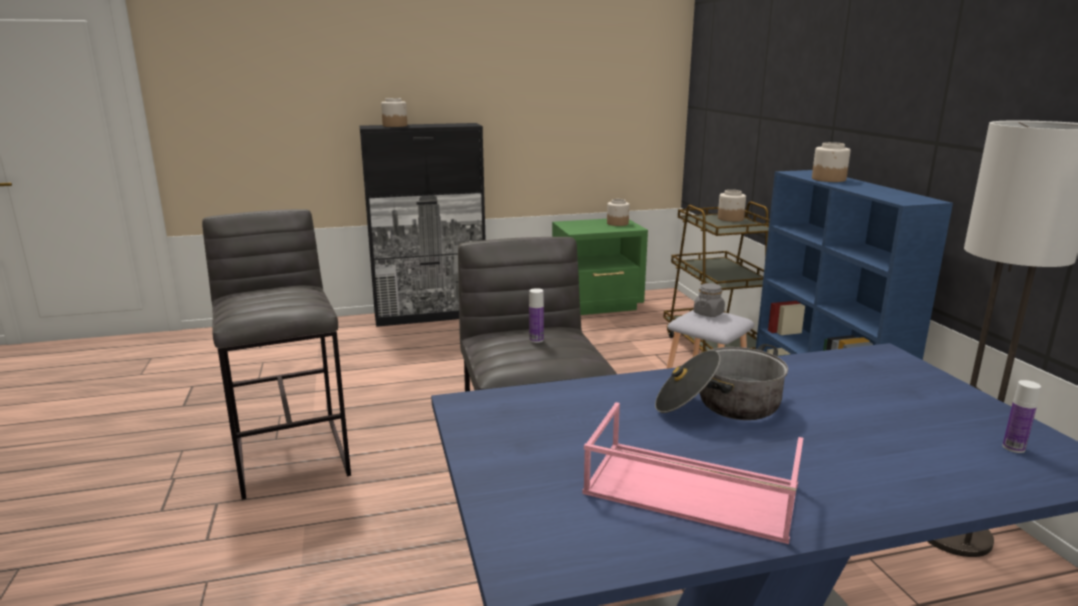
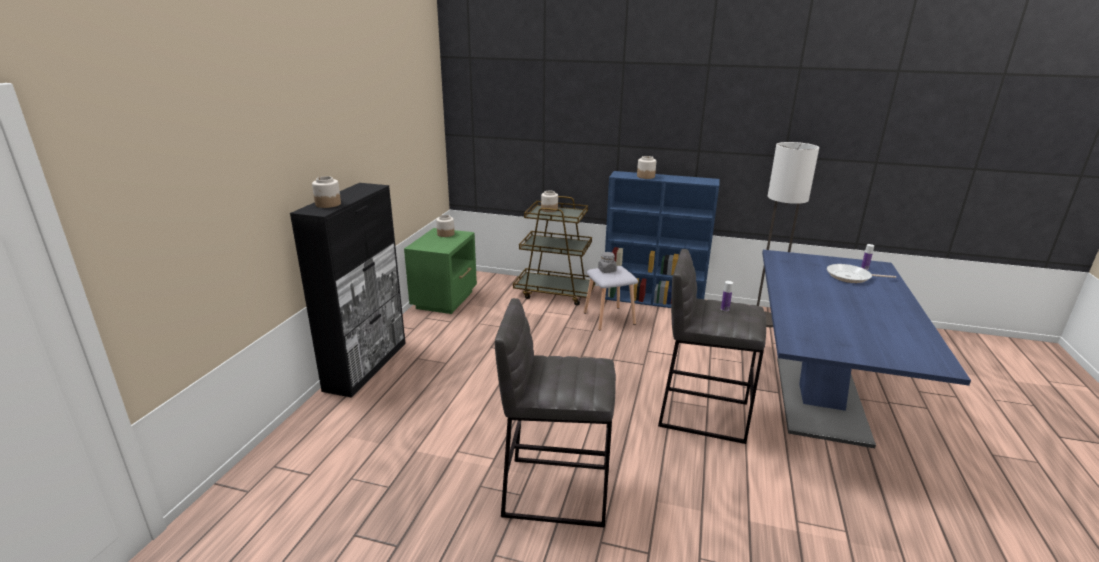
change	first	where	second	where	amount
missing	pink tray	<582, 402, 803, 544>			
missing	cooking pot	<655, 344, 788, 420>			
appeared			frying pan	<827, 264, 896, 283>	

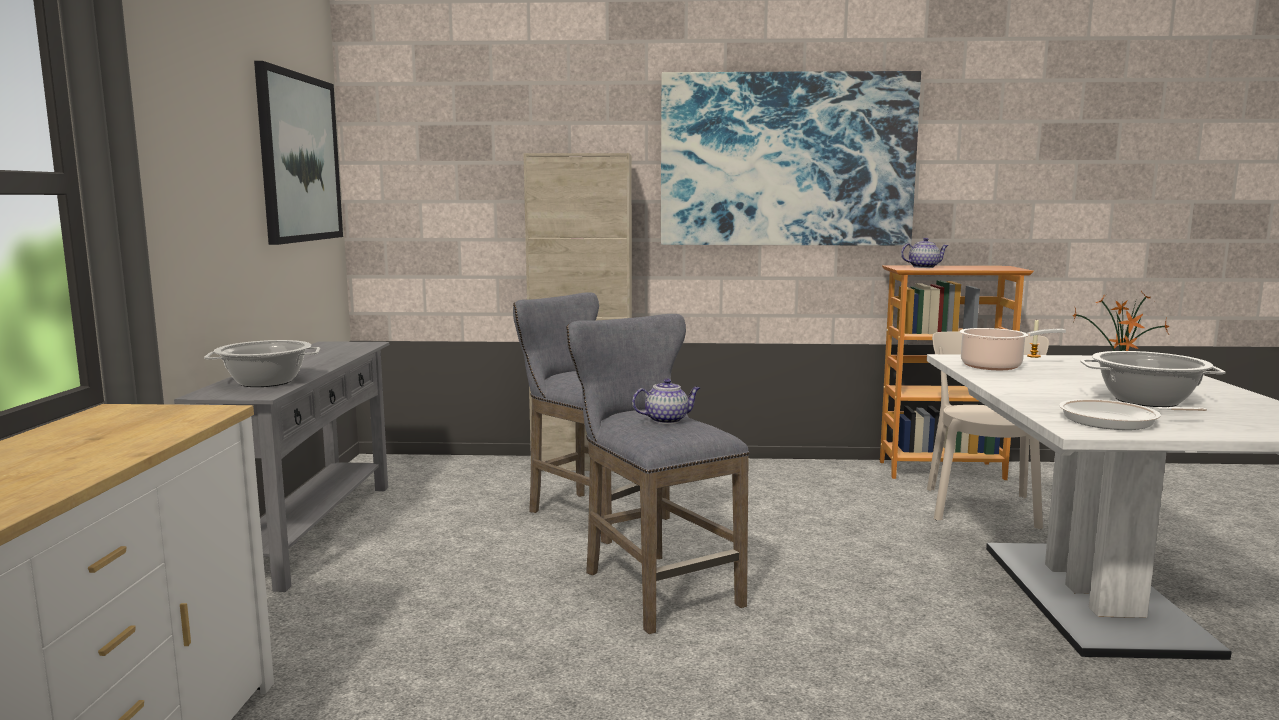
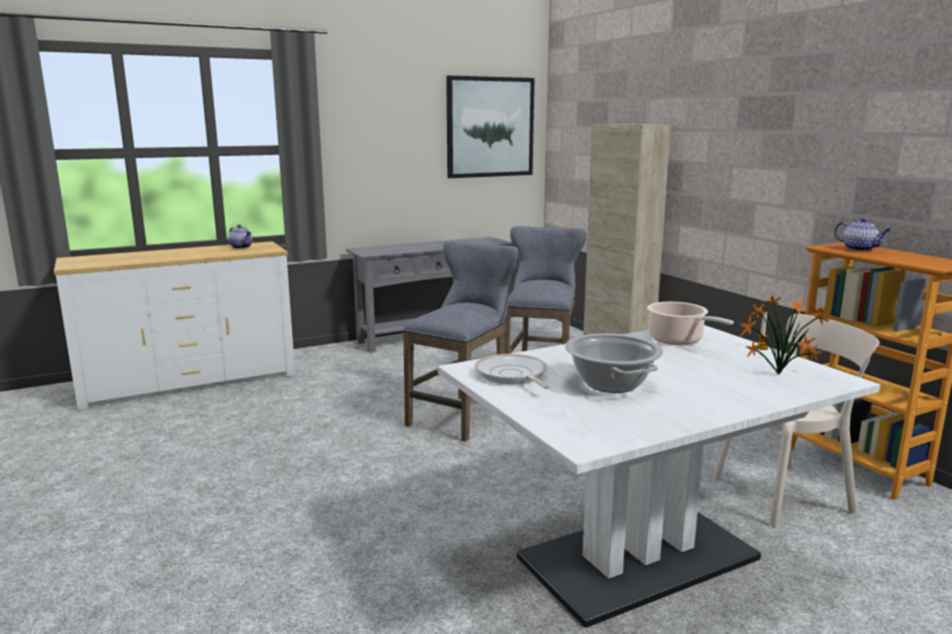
change	first	where	second	where	amount
missing	cooking pot	<204, 340, 320, 387>			
missing	picture	<661, 71, 921, 245>			
relocated	teapot	<632, 378, 700, 424>		<228, 225, 253, 249>	

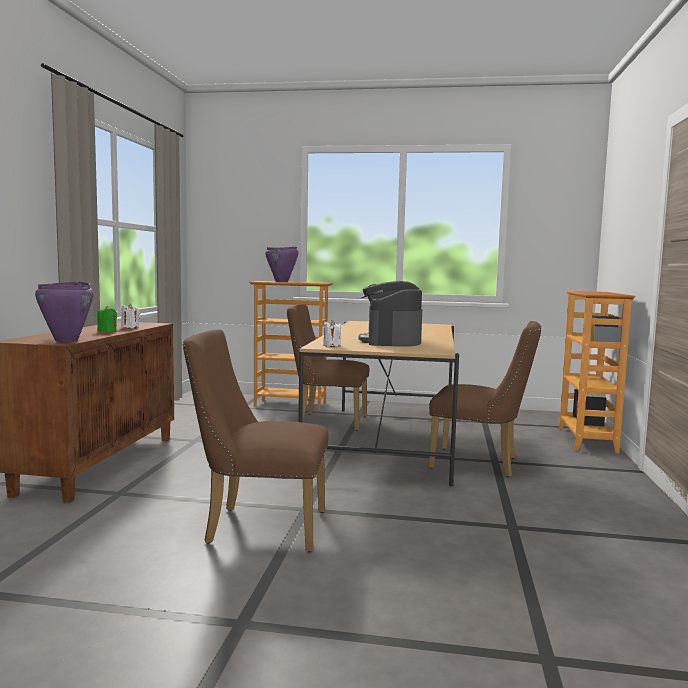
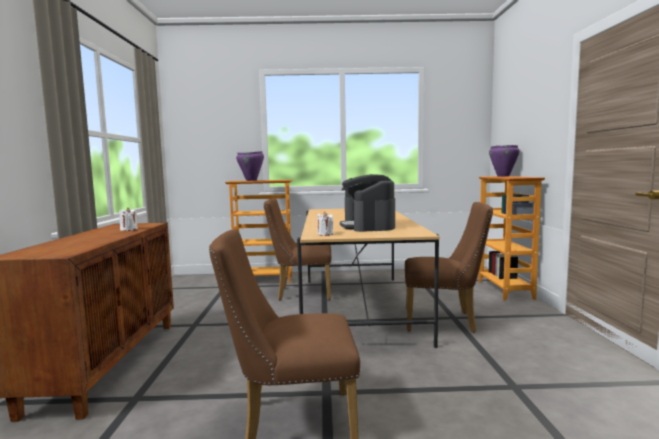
change	first	where	second	where	amount
missing	green candle	<97, 306, 117, 332>			
relocated	purple cooking pot	<35, 281, 93, 342>		<489, 145, 520, 176>	

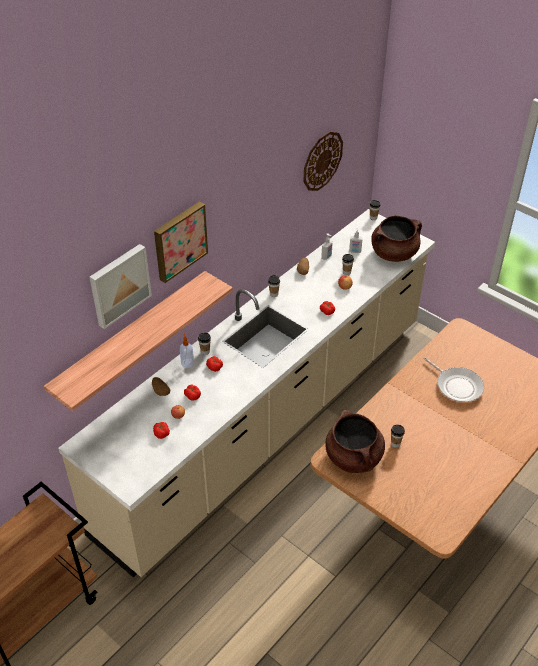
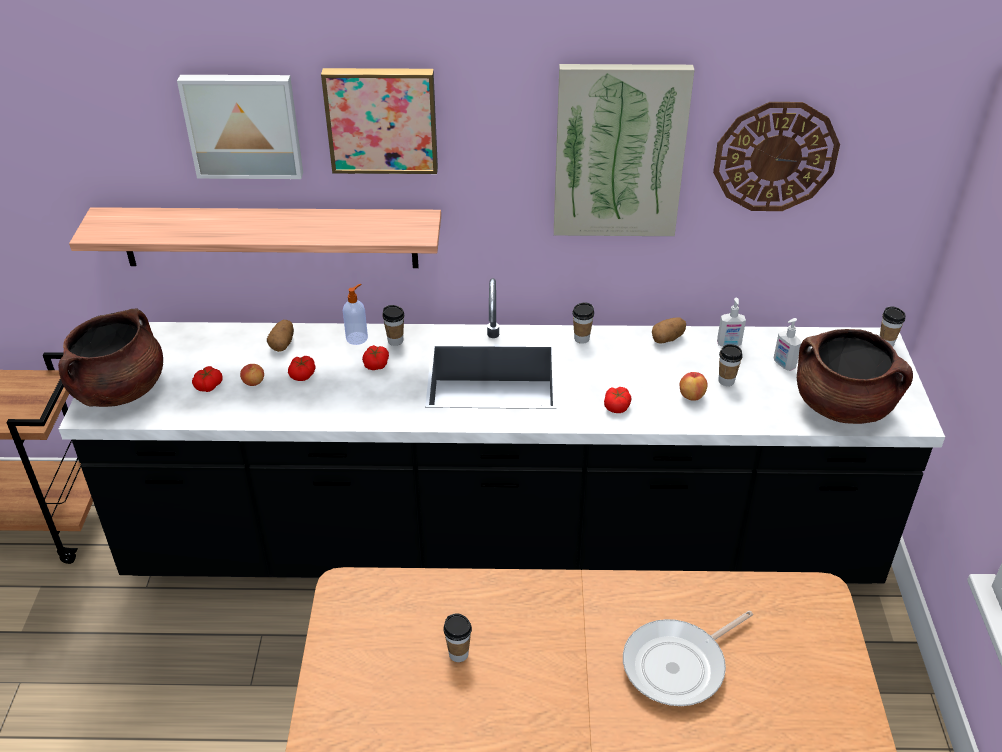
change	first	where	second	where	amount
appeared			picture	<554, 64, 694, 236>	
relocated	brown cooking pot	<325, 410, 385, 473>		<58, 309, 163, 407>	
colour	beige counter	<58, 209, 435, 578>	black counter	<59, 278, 945, 584>	
spun	frying pan	<424, 357, 484, 402>		<623, 610, 753, 706>	45 degrees clockwise

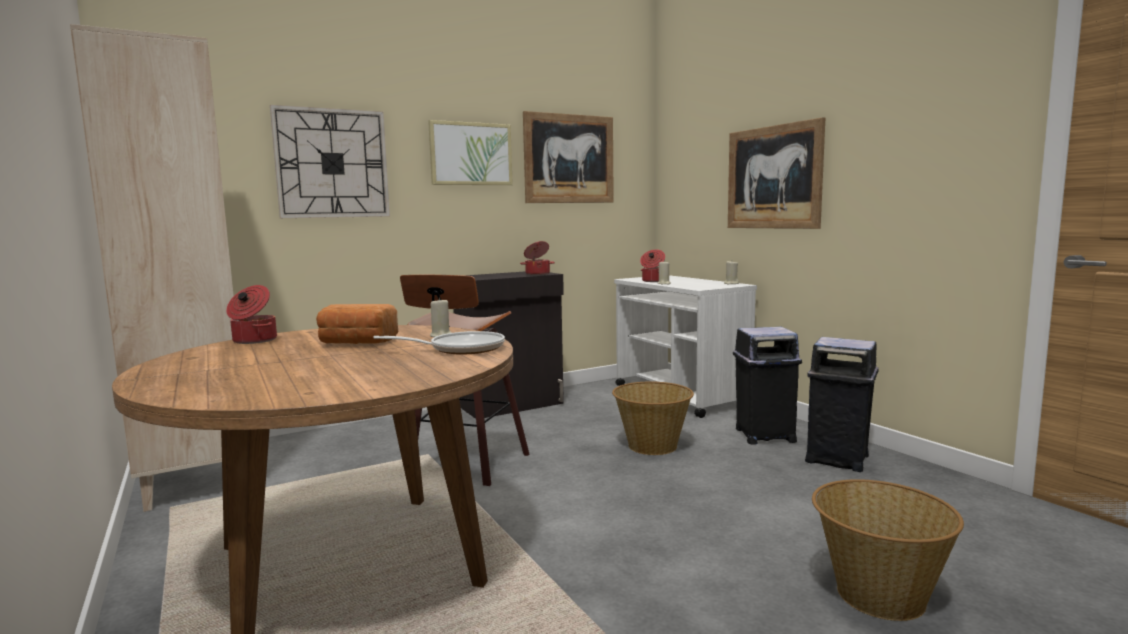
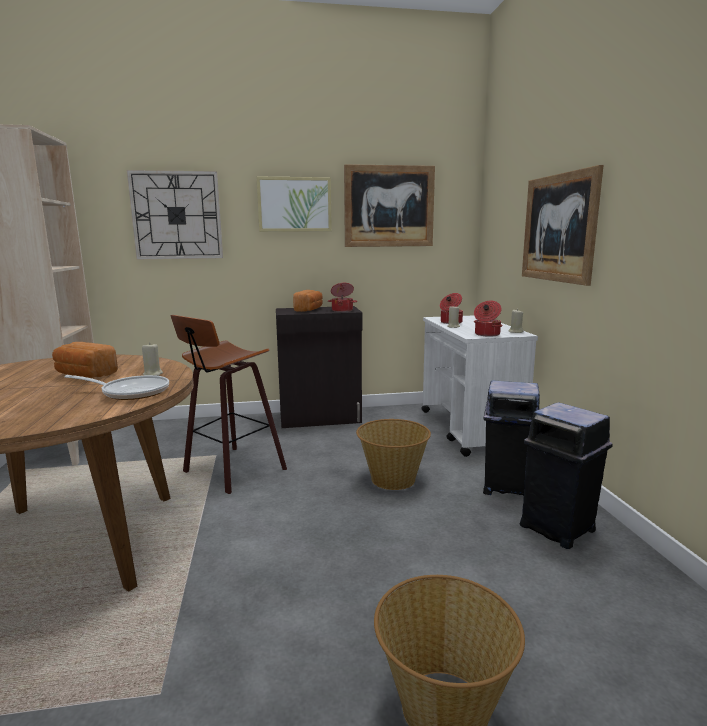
change	first	where	second	where	amount
appeared			bread	<293, 290, 323, 312>	
relocated	cooking pot	<226, 285, 277, 344>		<474, 301, 503, 337>	

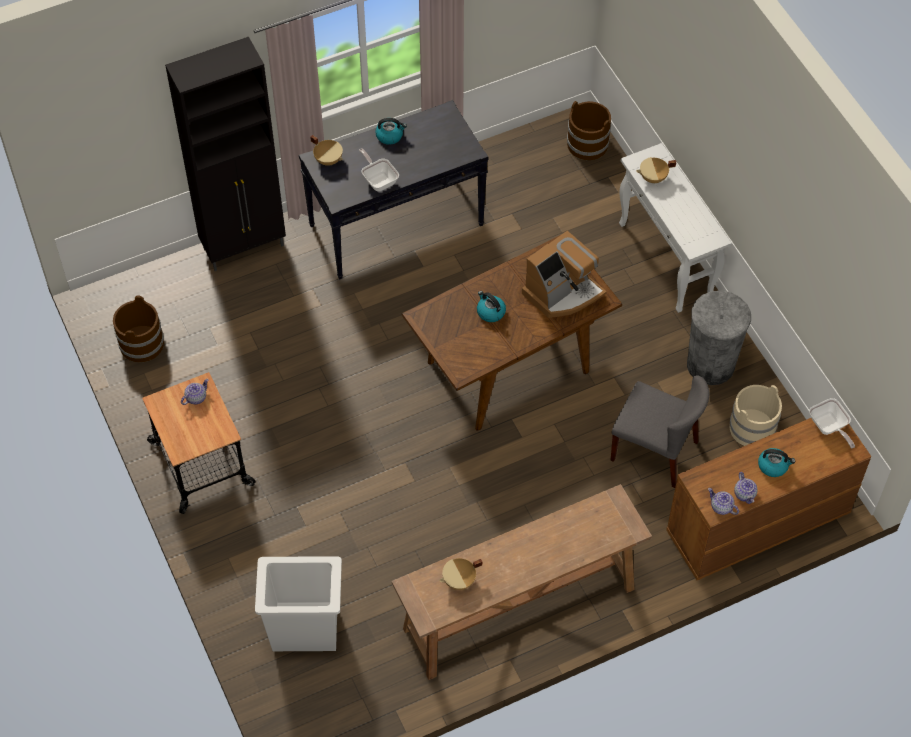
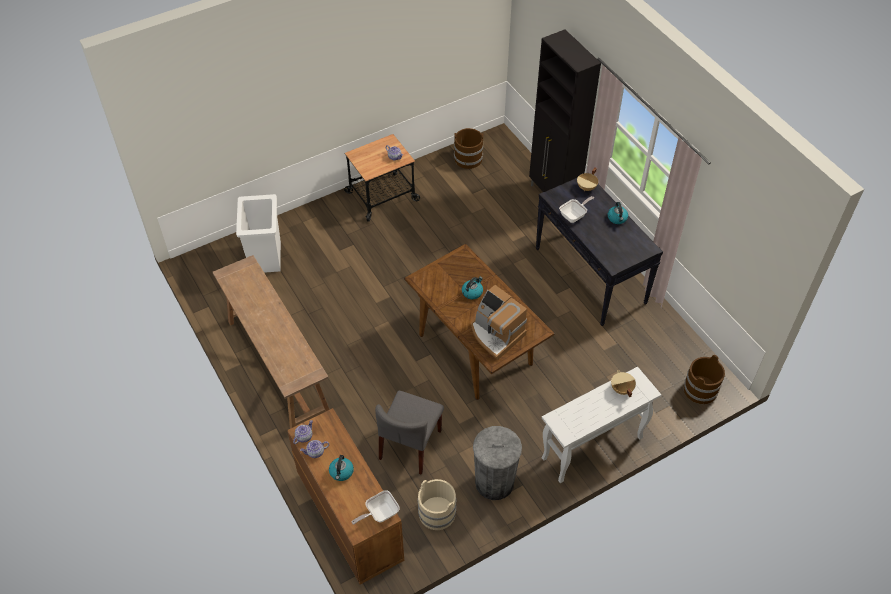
change	first	where	second	where	amount
missing	beige cooking pot	<440, 558, 482, 590>			

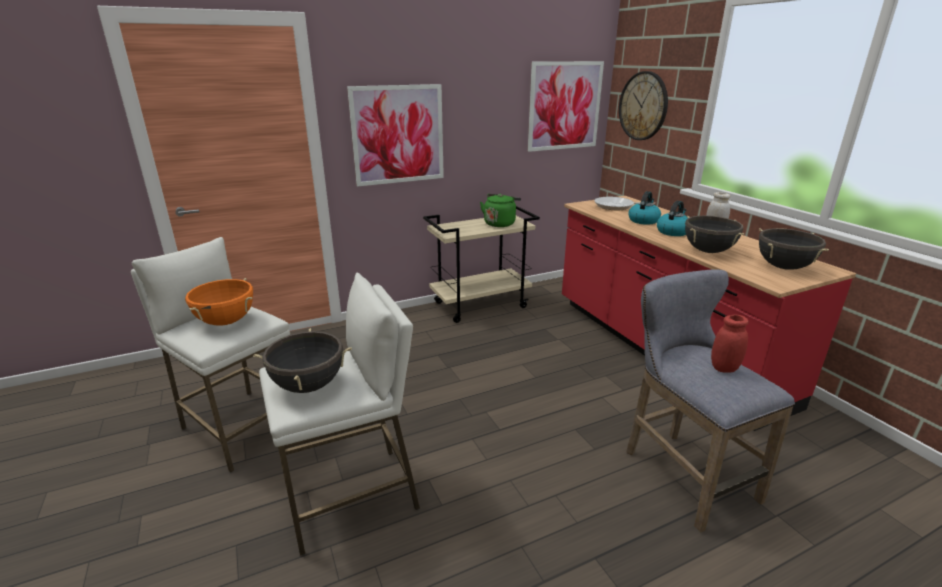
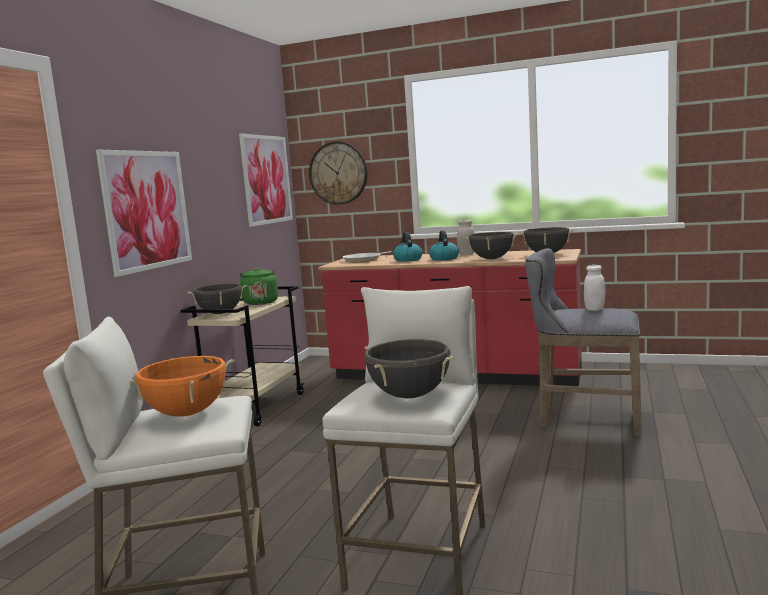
change	first	where	second	where	amount
appeared			black cooking pot	<187, 283, 247, 314>	
colour	red jar	<711, 315, 749, 373>	white jar	<584, 265, 605, 311>	

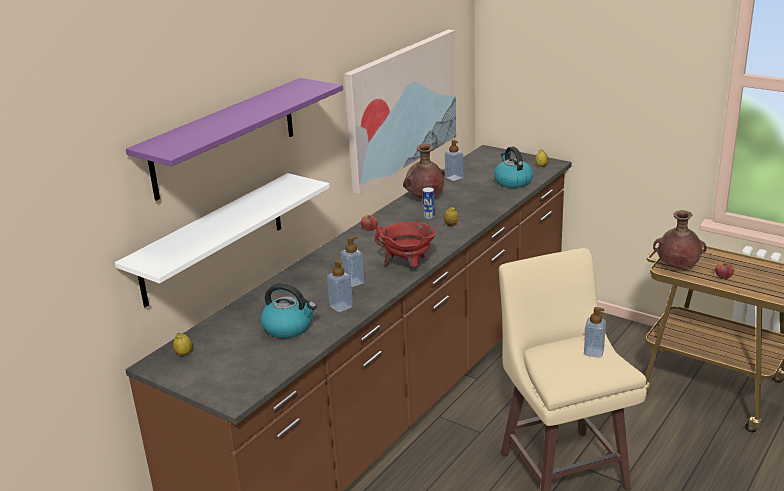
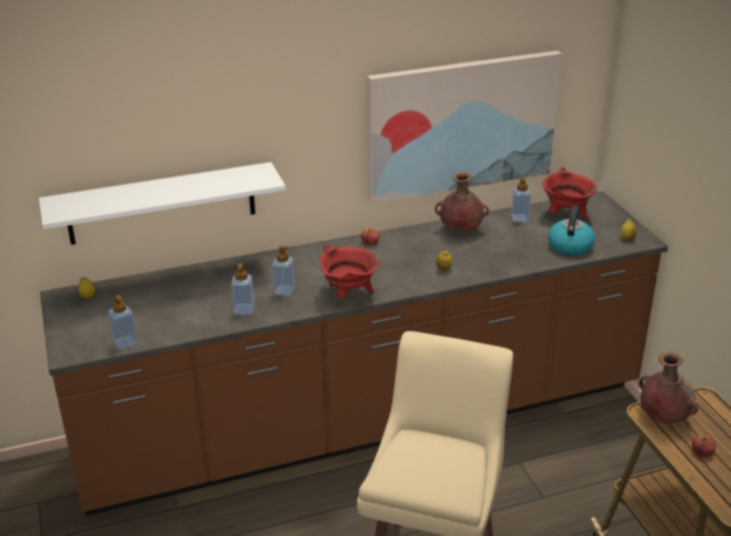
change	first	where	second	where	amount
missing	purple shelf	<126, 78, 343, 201>			
missing	kettle	<261, 283, 317, 338>			
missing	can	<423, 187, 435, 219>			
appeared			red cooking pot	<542, 167, 597, 220>	
relocated	soap dispenser	<584, 307, 606, 358>		<108, 295, 137, 349>	

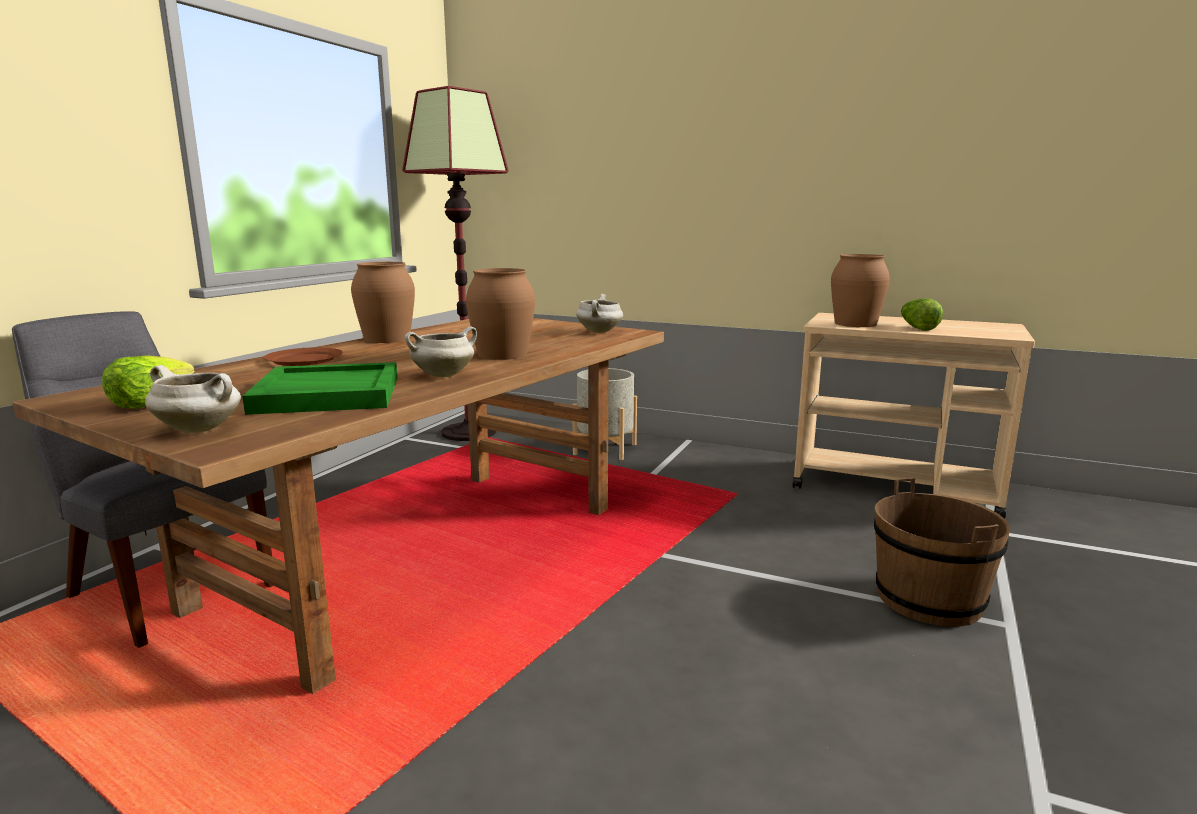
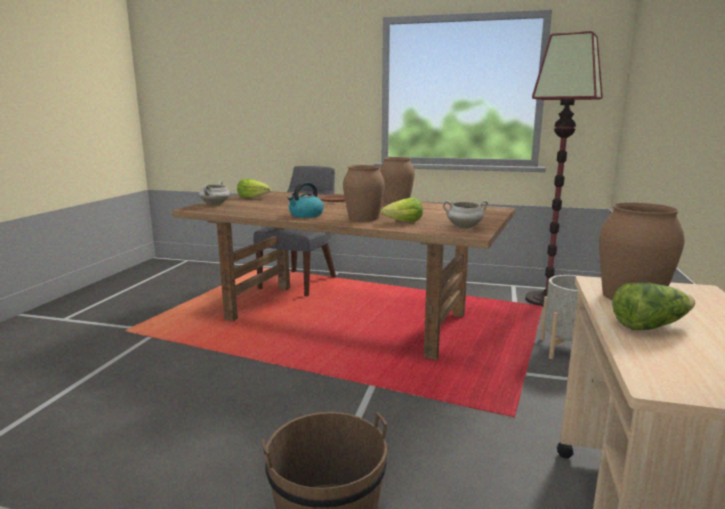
change	first	where	second	where	amount
missing	green tray	<242, 362, 398, 415>			
appeared			lettuce	<381, 198, 423, 222>	
exchanged	white cooking pot	<405, 326, 477, 378>	kettle	<288, 182, 324, 218>	

